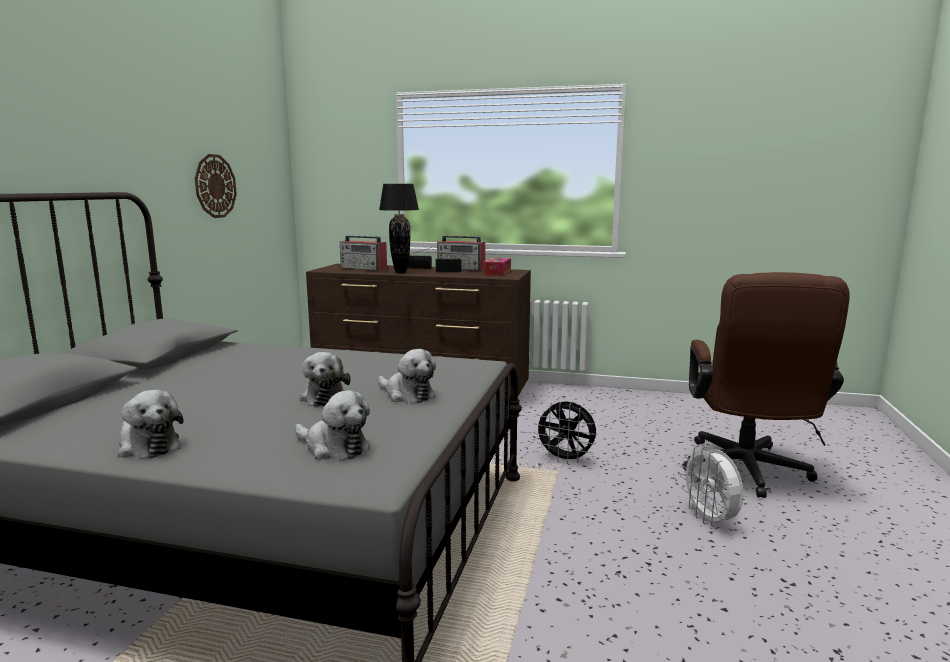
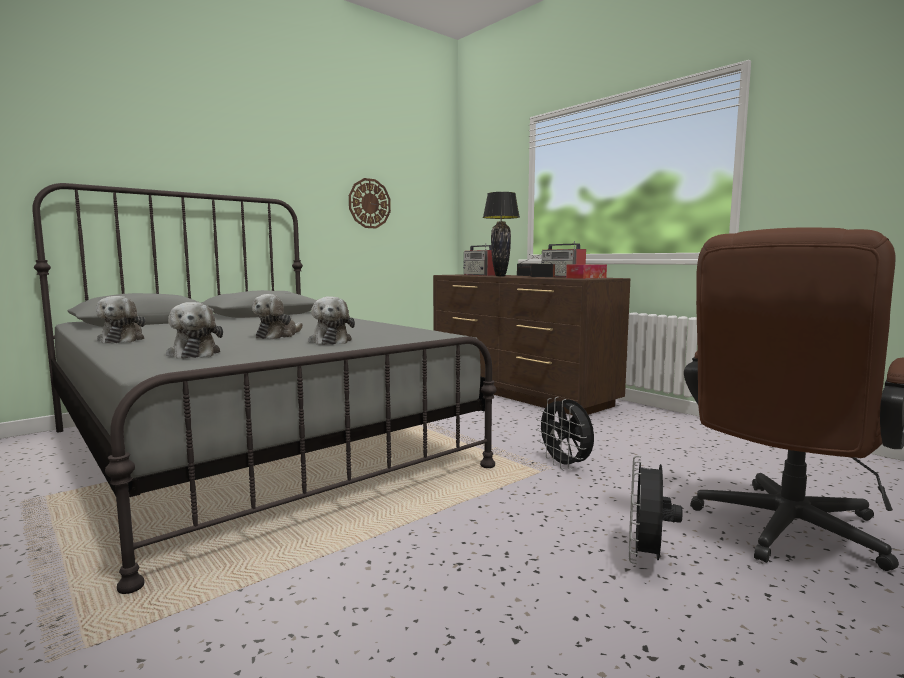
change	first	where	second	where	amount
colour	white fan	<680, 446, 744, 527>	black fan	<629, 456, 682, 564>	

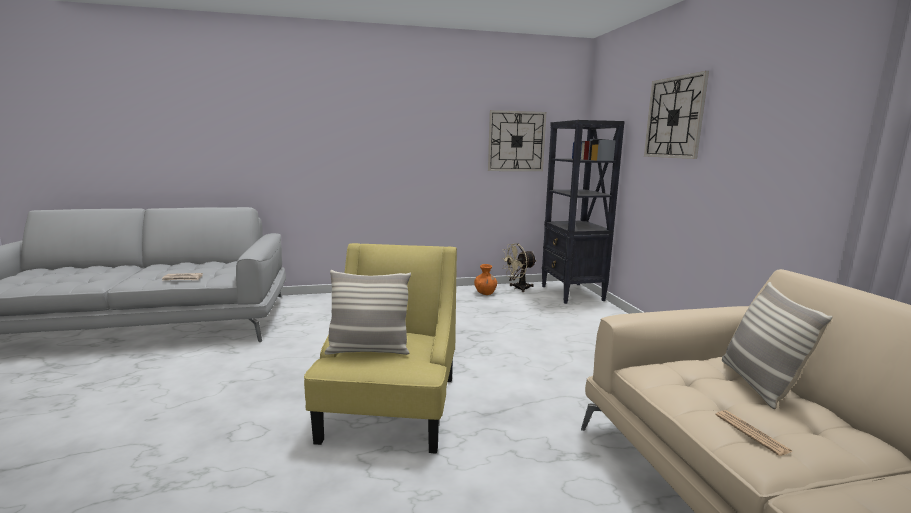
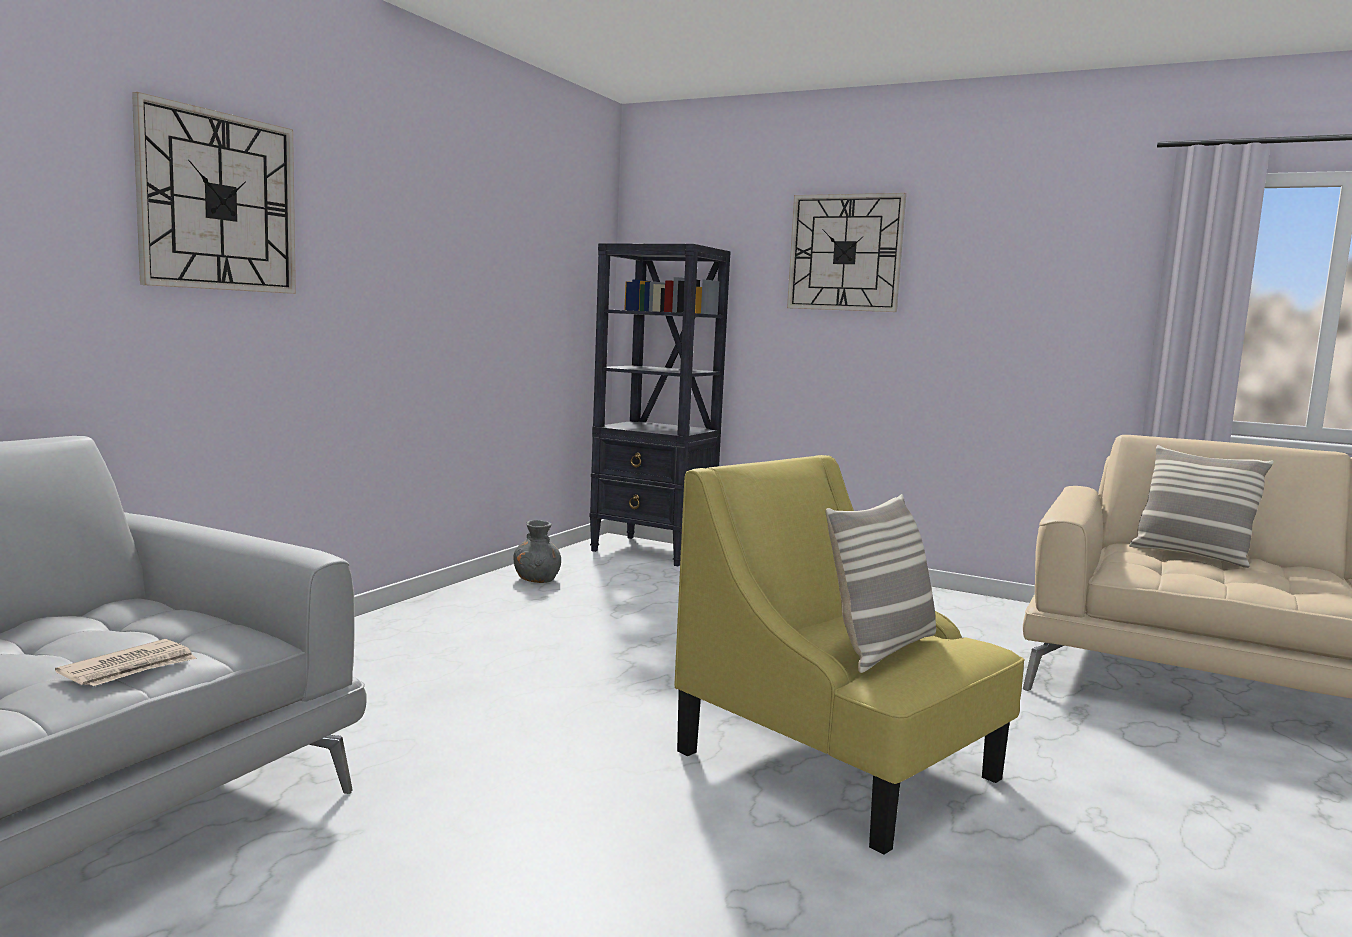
change	first	where	second	where	amount
missing	beige fan	<502, 243, 537, 292>			
missing	newspaper	<715, 410, 793, 456>			
relocated	wall clock	<488, 110, 546, 171>		<132, 92, 296, 294>	
colour	orange vase	<474, 264, 497, 295>	grey vase	<514, 520, 561, 583>	

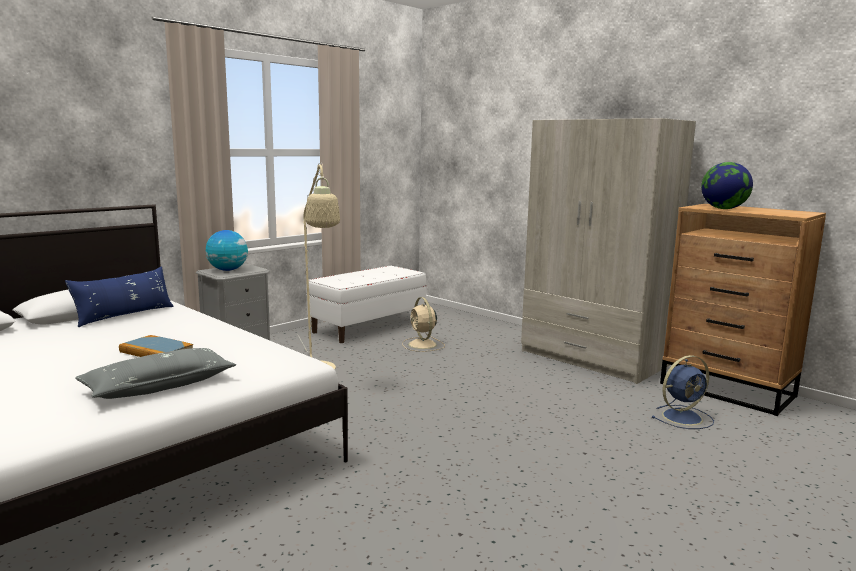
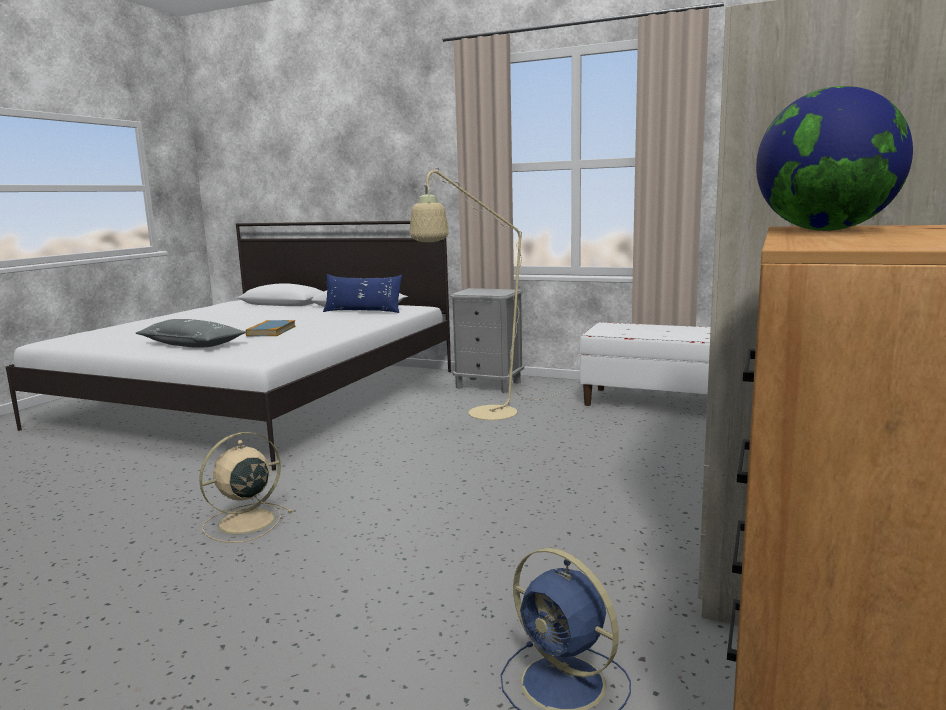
change	first	where	second	where	amount
missing	globe	<206, 230, 248, 271>			
relocated	beige fan	<402, 297, 445, 352>		<199, 432, 293, 543>	

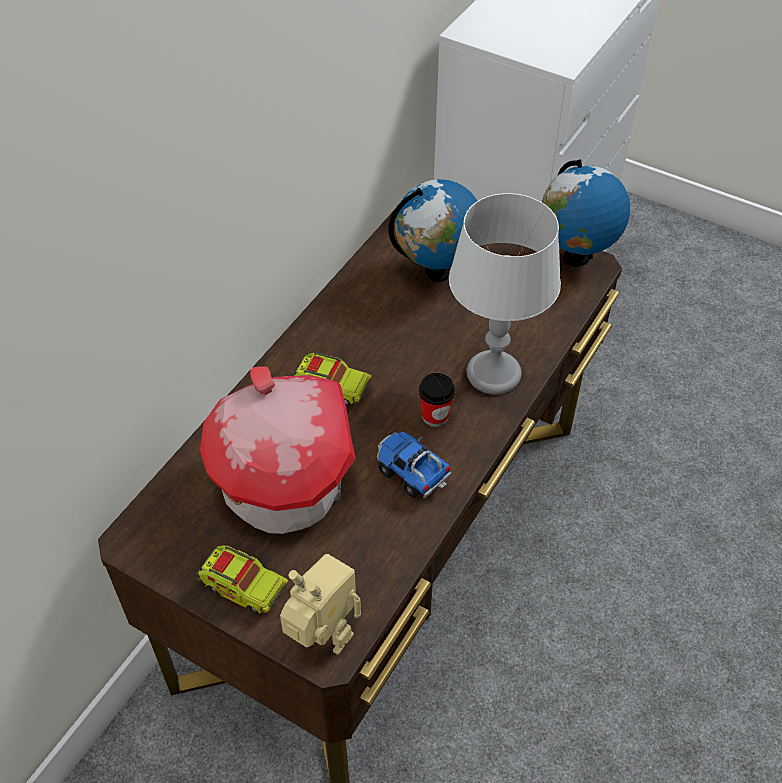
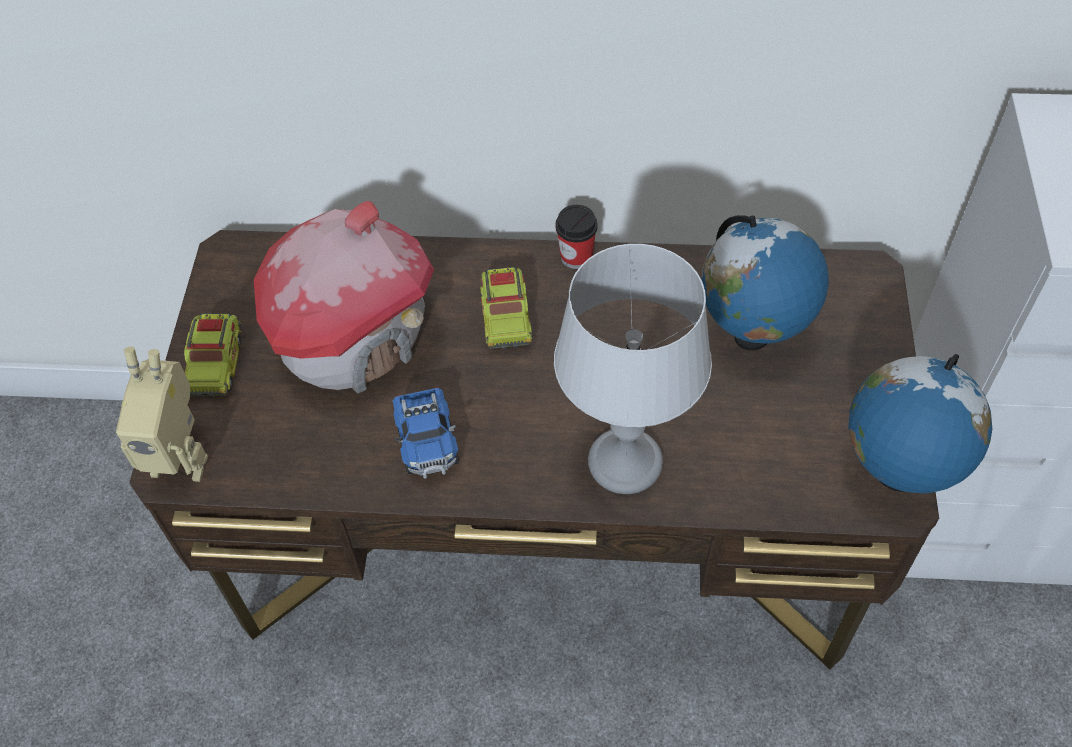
change	first	where	second	where	amount
relocated	cup	<419, 373, 455, 427>		<555, 205, 598, 269>	
spun	toy robot	<280, 554, 361, 655>		<116, 347, 208, 482>	90 degrees clockwise
spun	toy truck	<377, 432, 451, 498>		<393, 387, 459, 479>	150 degrees clockwise

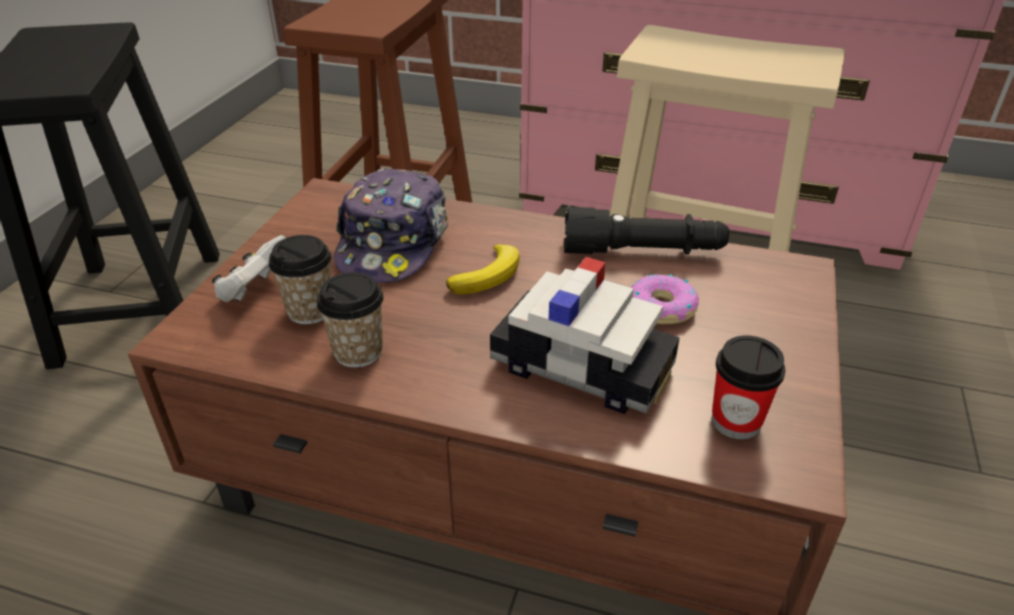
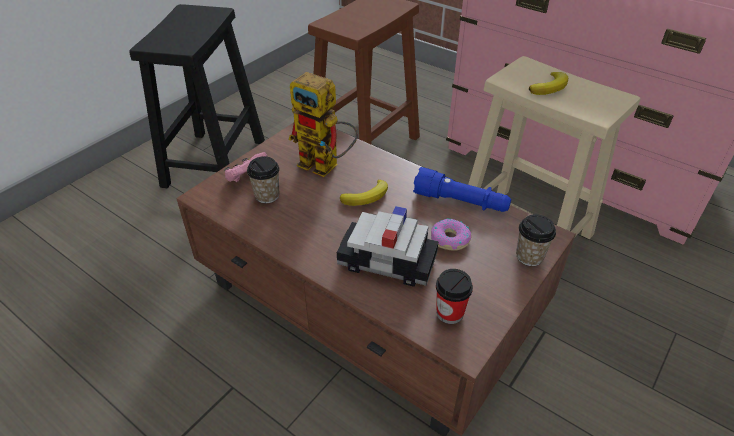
change	first	where	second	where	amount
appeared			banana	<529, 72, 568, 95>	
relocated	cup	<317, 272, 384, 368>		<516, 214, 556, 266>	
exchanged	cap	<334, 167, 449, 283>	toy robot	<288, 72, 358, 177>	
colour	white game controller	<212, 235, 286, 302>	pink game controller	<224, 152, 267, 182>	
colour	black flashlight	<564, 207, 729, 255>	blue flashlight	<413, 167, 511, 212>	
spun	toy car	<490, 257, 680, 414>		<337, 206, 439, 287>	150 degrees clockwise

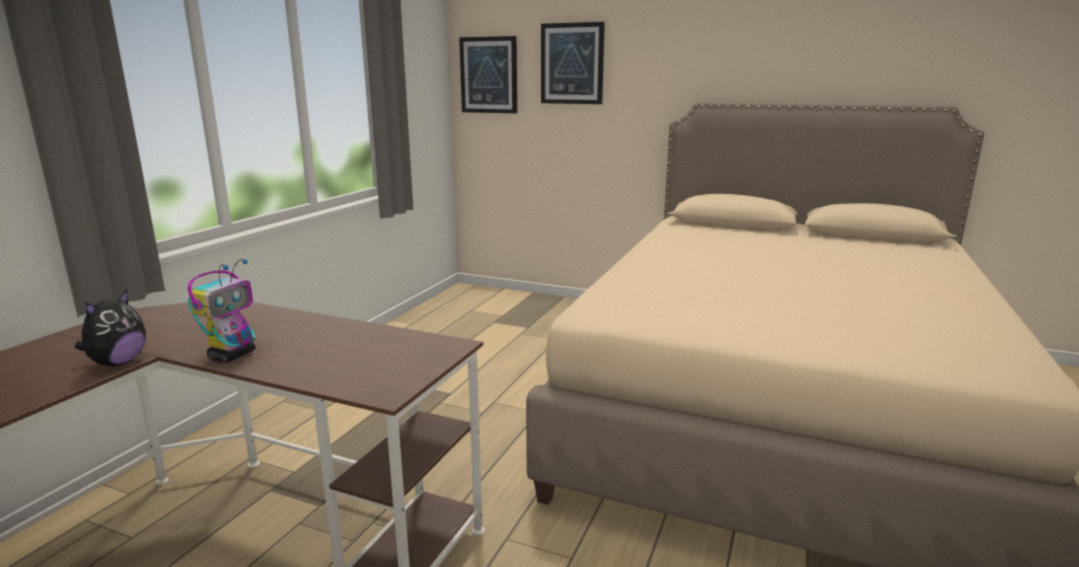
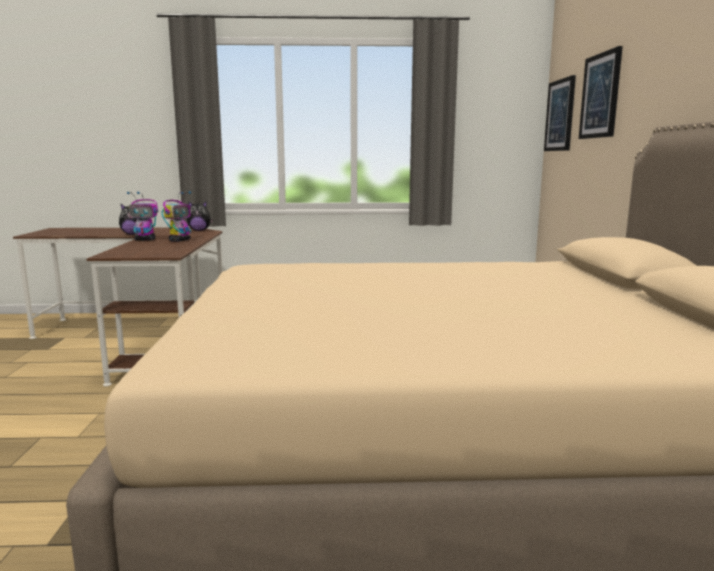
change	first	where	second	where	amount
appeared			toy robot	<162, 191, 191, 242>	
appeared			plush toy	<187, 201, 214, 231>	

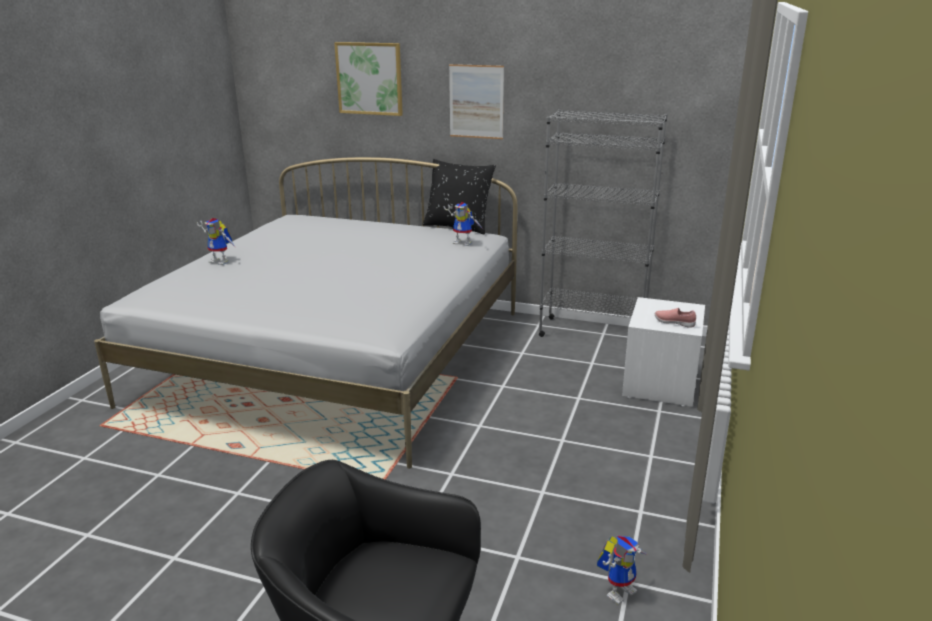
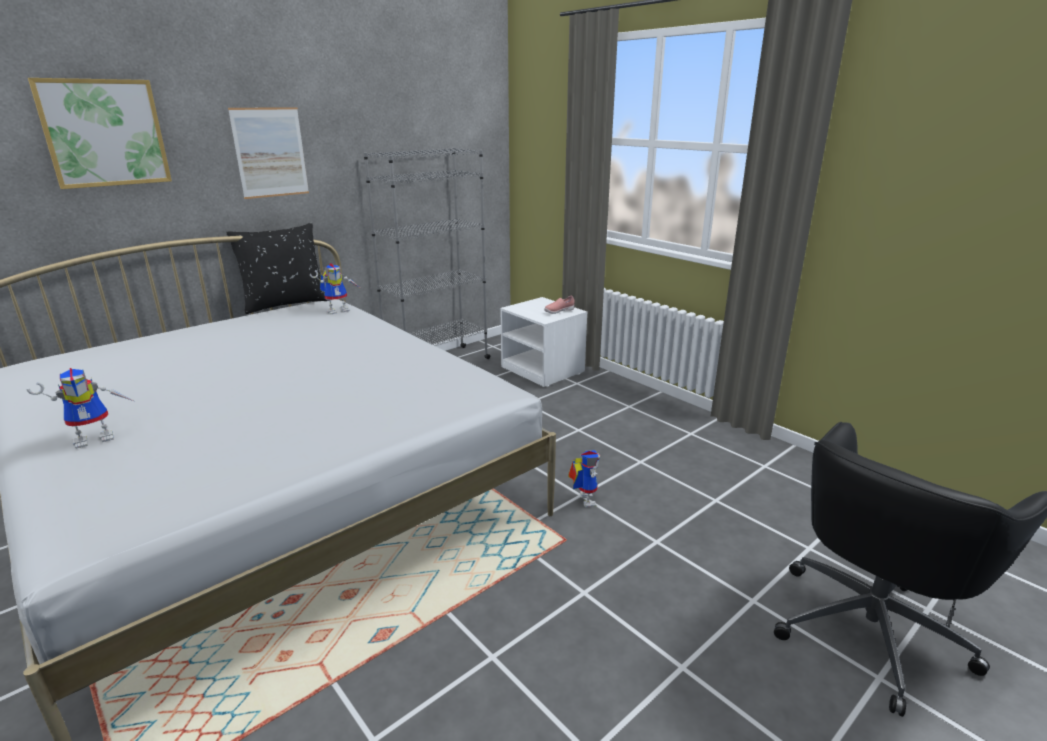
change	first	where	second	where	amount
relocated	toy robot	<597, 536, 647, 605>		<568, 450, 600, 508>	

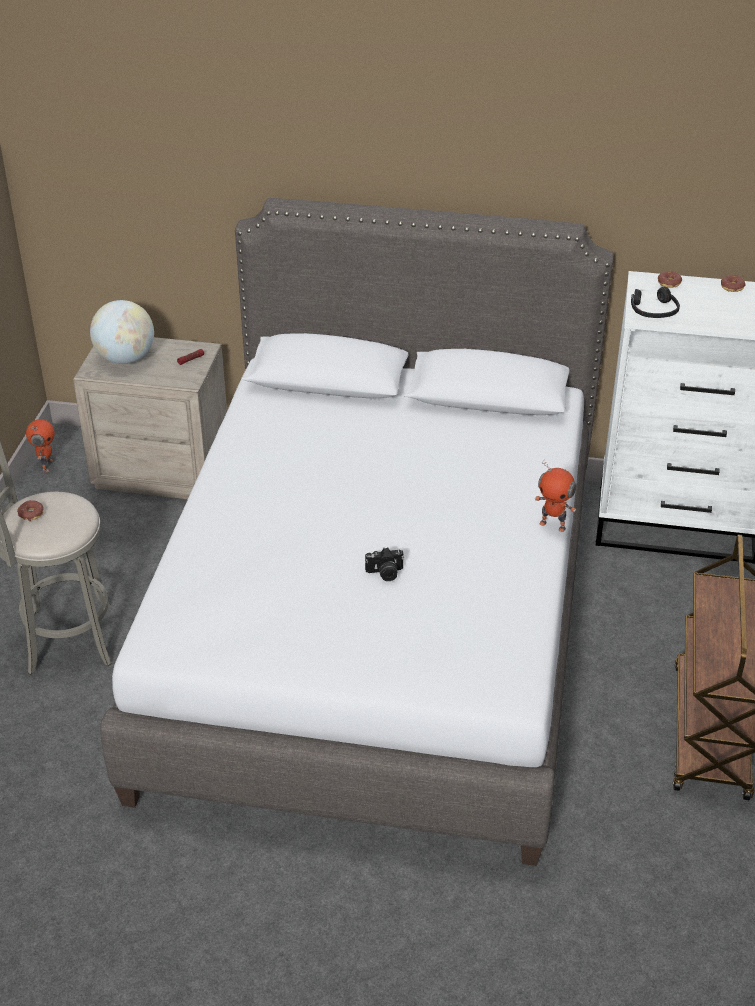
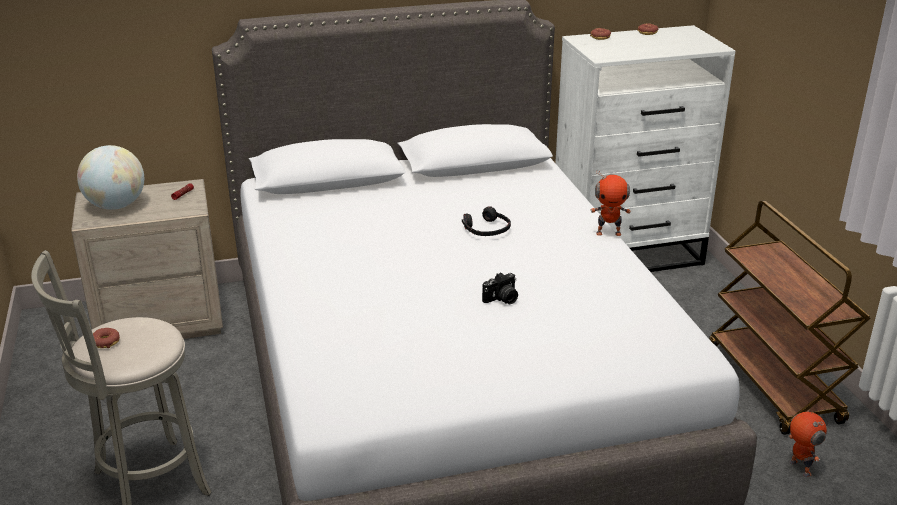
change	first	where	second	where	amount
relocated	toy robot	<26, 419, 55, 472>		<788, 412, 827, 477>	
relocated	black headphones	<631, 286, 680, 318>		<462, 206, 511, 236>	

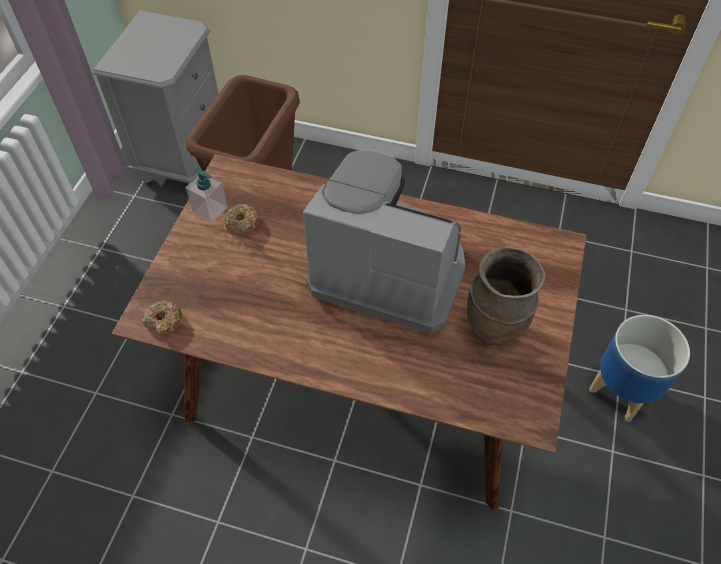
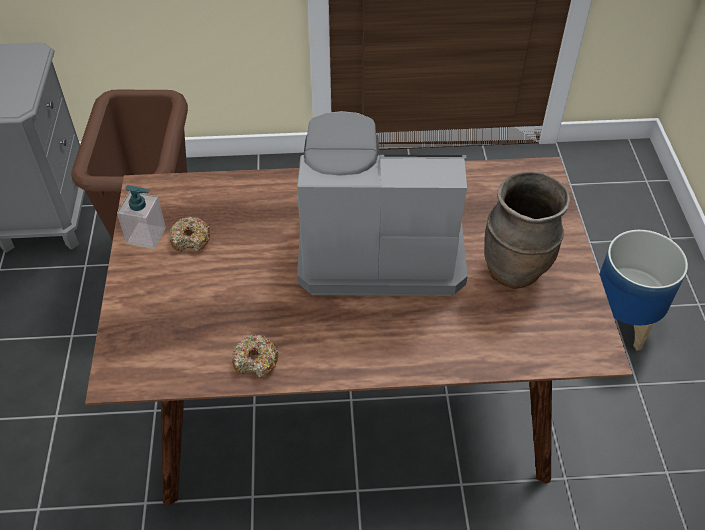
change	first	where	second	where	amount
relocated	donut	<142, 300, 182, 336>		<232, 335, 278, 378>	

